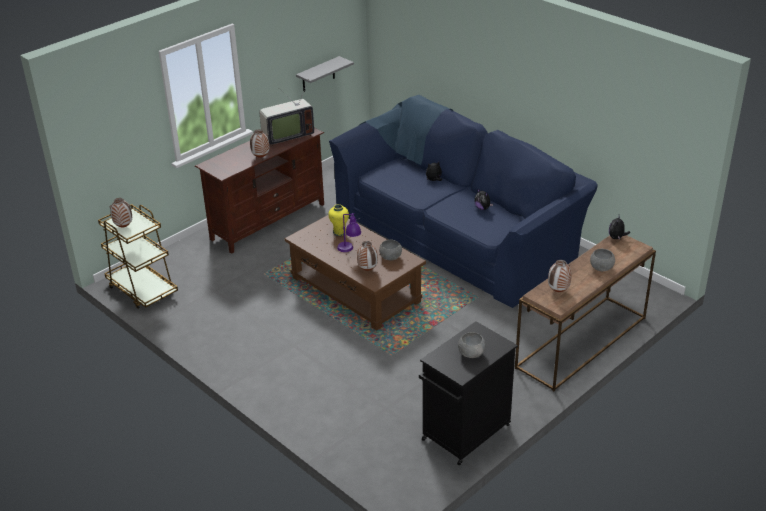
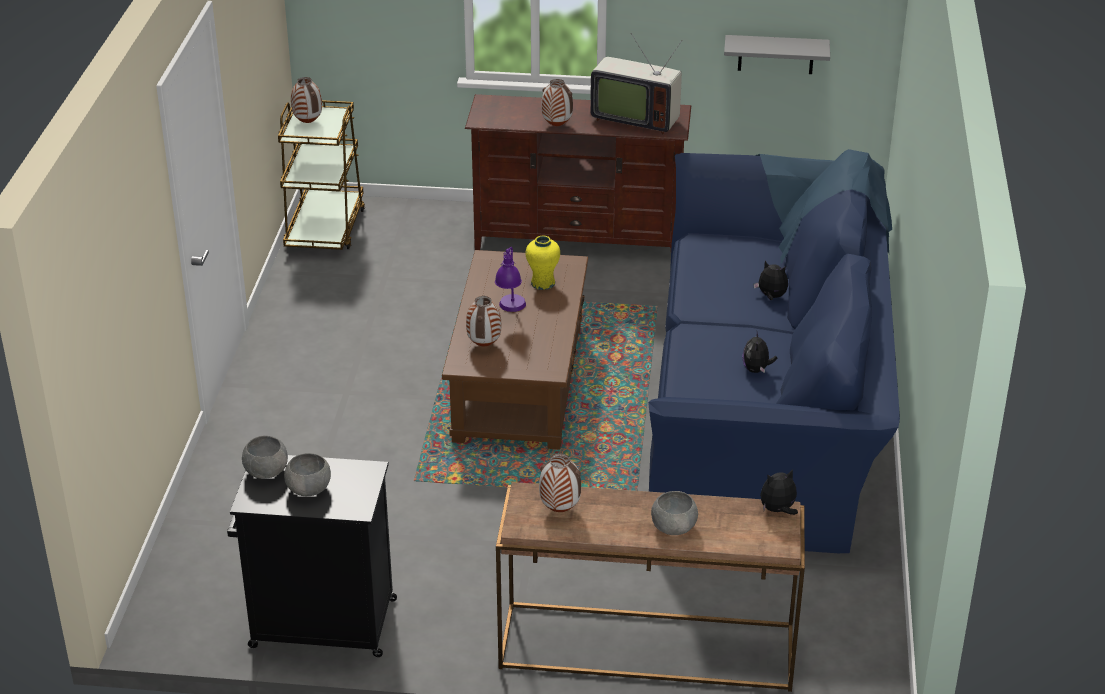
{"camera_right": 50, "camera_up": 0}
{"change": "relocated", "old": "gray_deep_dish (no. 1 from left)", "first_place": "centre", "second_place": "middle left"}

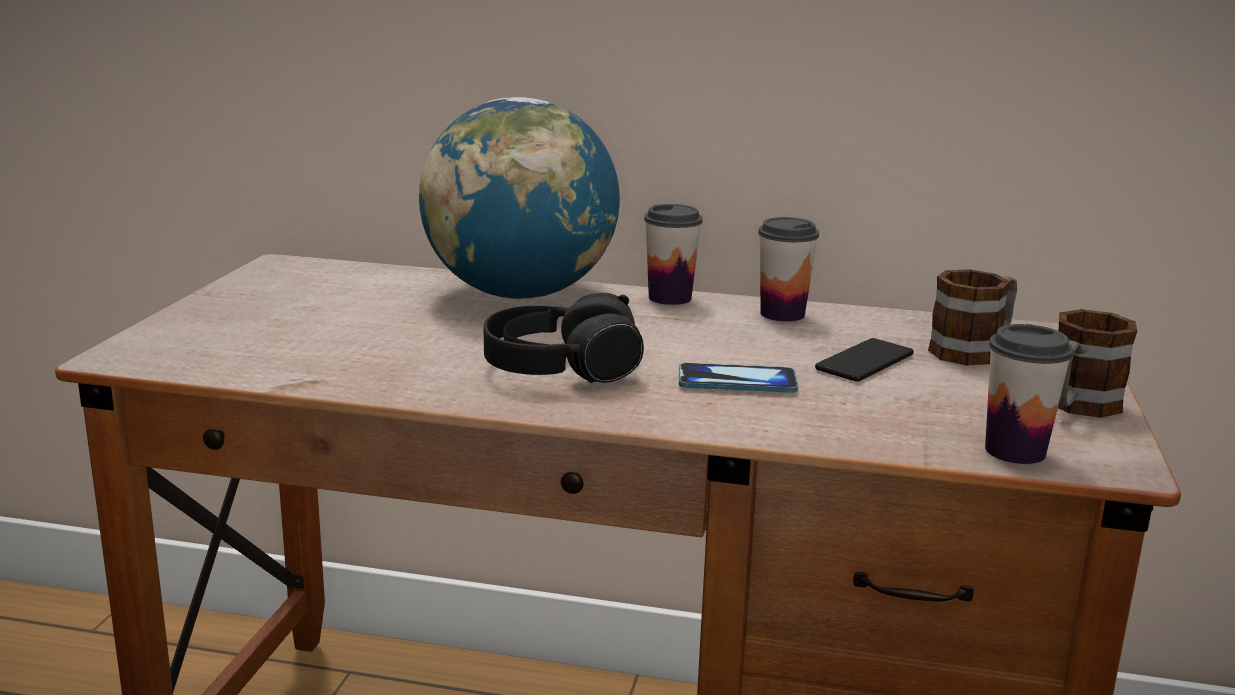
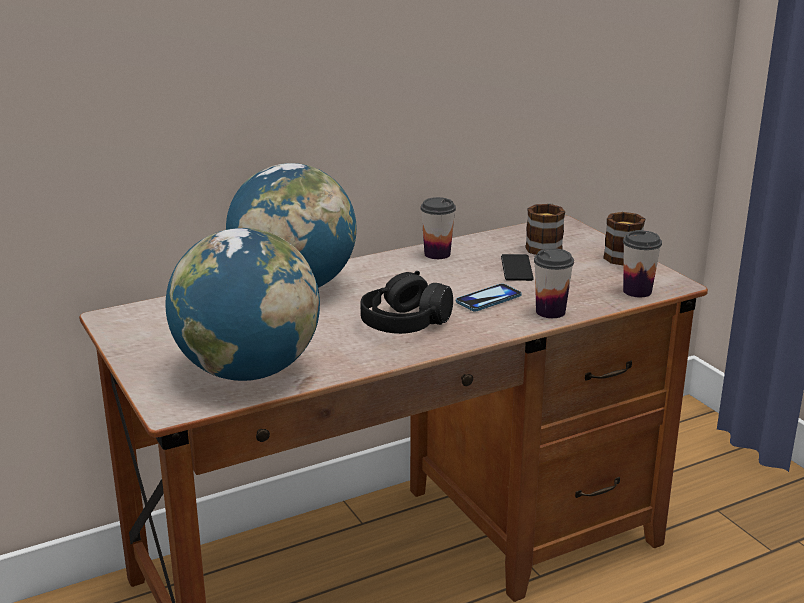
{"camera_right": -40, "camera_up": 5}
{"change": "relocated", "old": "small_cup (no. 1 from left in the first image)", "new": "small_cup (no. 2 from left)", "first_place": "centre", "second_place": "middle right"}
{"change": "appeared", "new": "globe (no. 1 from left)", "second_place": "middle left"}

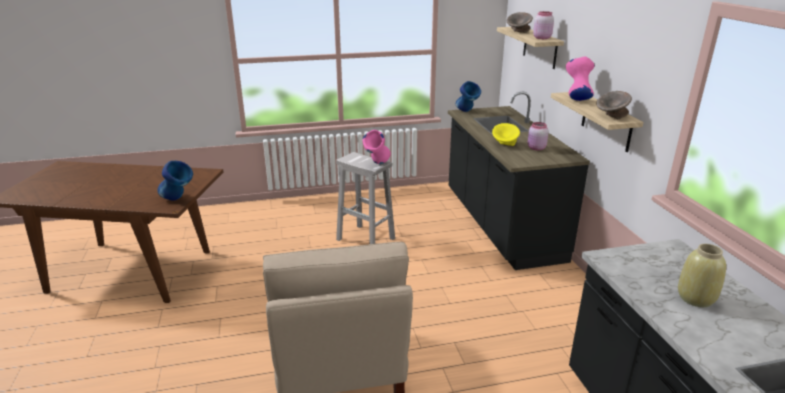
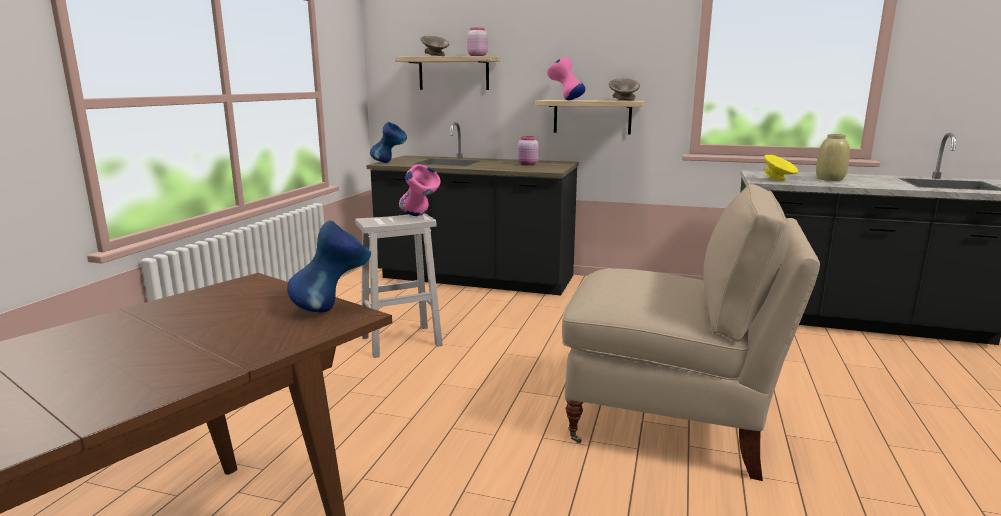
{"camera_right": -60, "camera_up": -10}
{"change": "relocated", "old": "yellowish_deep_dish", "first_place": "centre", "second_place": "top right"}

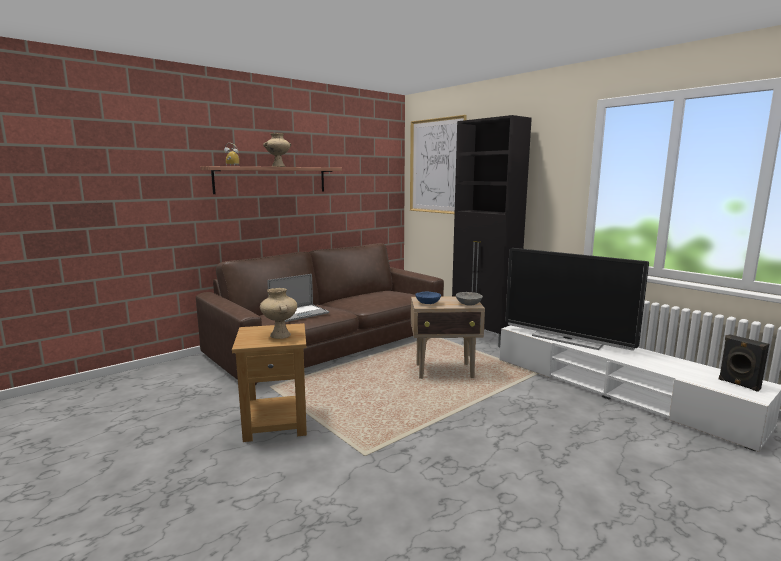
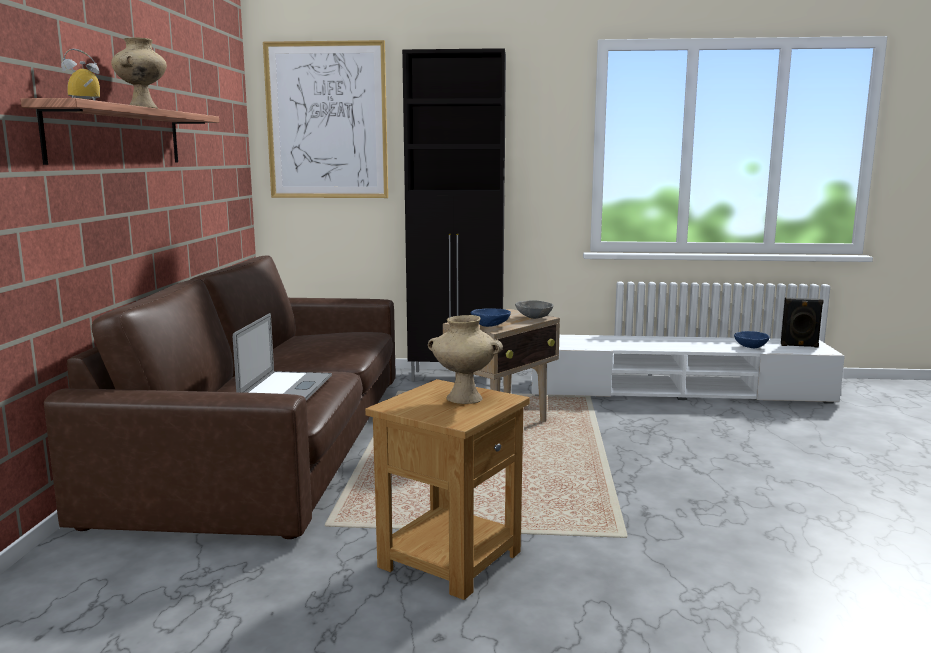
{"camera_right": -45, "camera_up": 0}
{"change": "missing", "old": "TV_set", "first_place": "middle right"}
{"change": "appeared", "new": "blue_deep_dish (no. 2 from left)", "second_place": "middle right"}

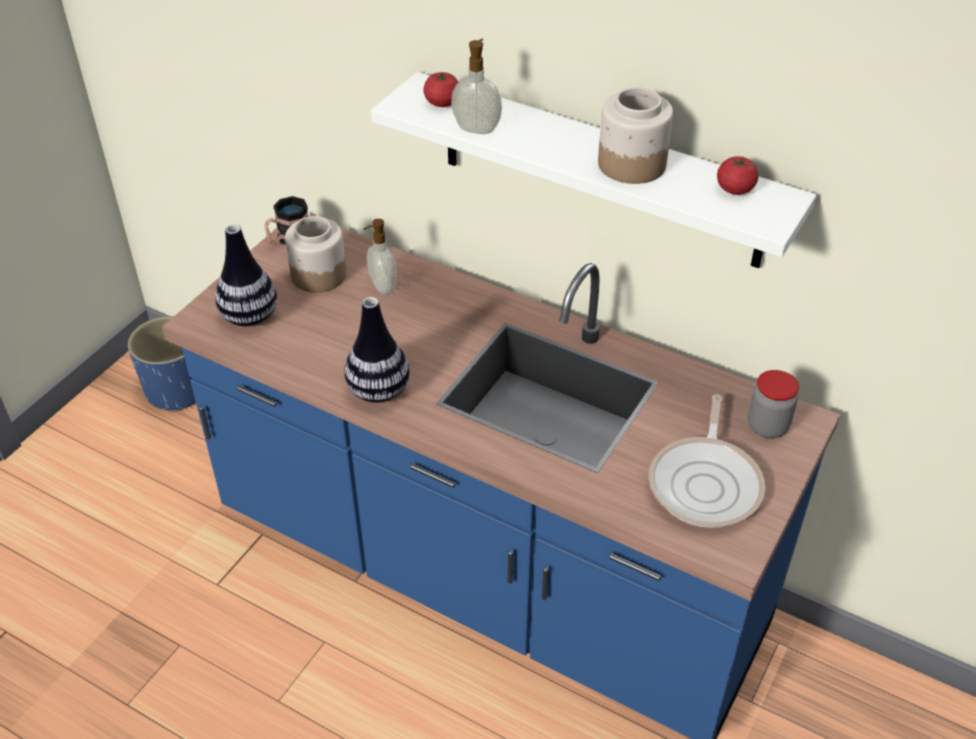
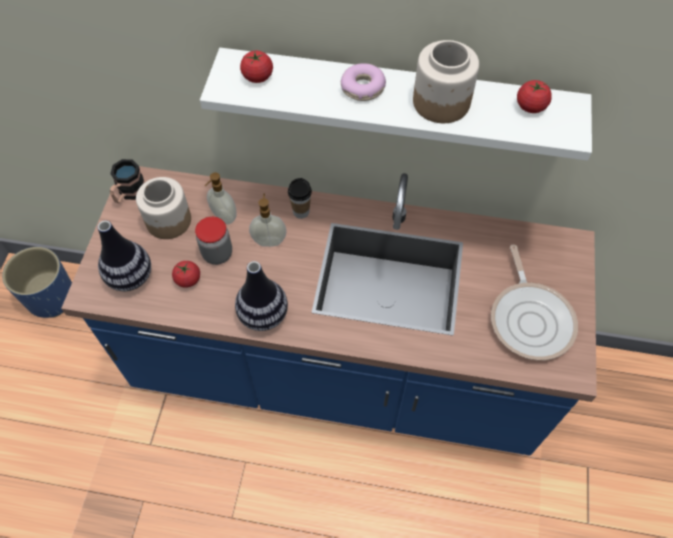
{"camera_right": -20, "camera_up": 15}
{"change": "relocated", "old": "liquid_soap_bottle (no. 2 from left)", "first_place": "top centre", "second_place": "centre"}
{"change": "relocated", "old": "preserve_jar (no. 3 from left in the first image)", "new": "preserve_jar (no. 2 from left)", "first_place": "middle right", "second_place": "middle left"}
{"change": "appeared", "new": "fresh_tomato (no. 1 from left)", "second_place": "middle left"}
{"change": "appeared", "new": "small_cup", "second_place": "centre"}
{"change": "appeared", "new": "ring_doughnut", "second_place": "top centre"}

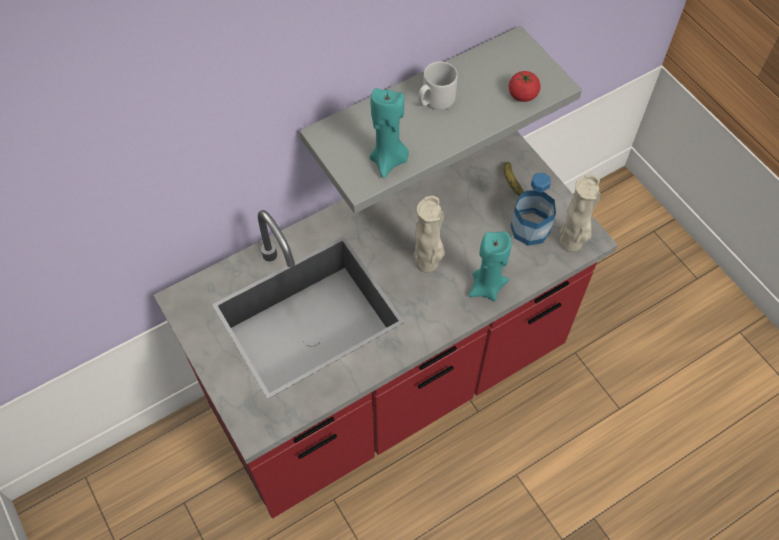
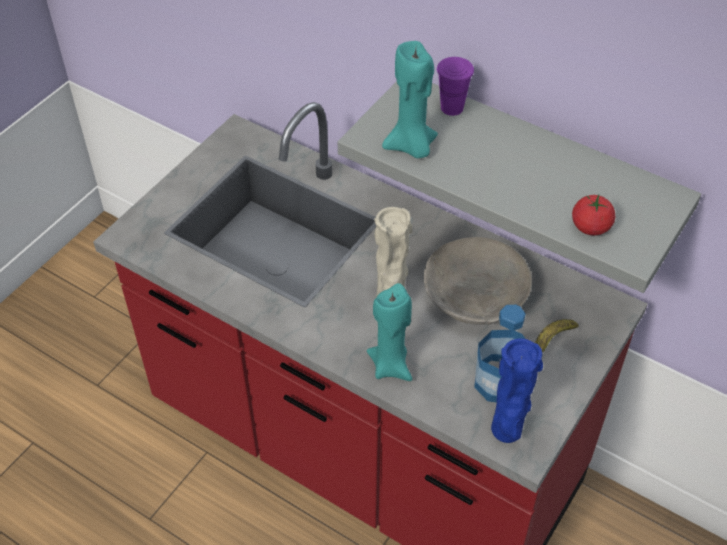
{"camera_right": 65, "camera_up": -10}
{"change": "missing", "old": "gray_tea_mug", "first_place": "top centre"}
{"change": "colour", "old": "beige-coloured_vase (no. 2 from left)", "new": "blue_vase", "first_place": "middle right", "second_place": "bottom right"}
{"change": "appeared", "new": "gray_deep_dish", "second_place": "centre"}
{"change": "appeared", "new": "purple_small_cup", "second_place": "top centre"}

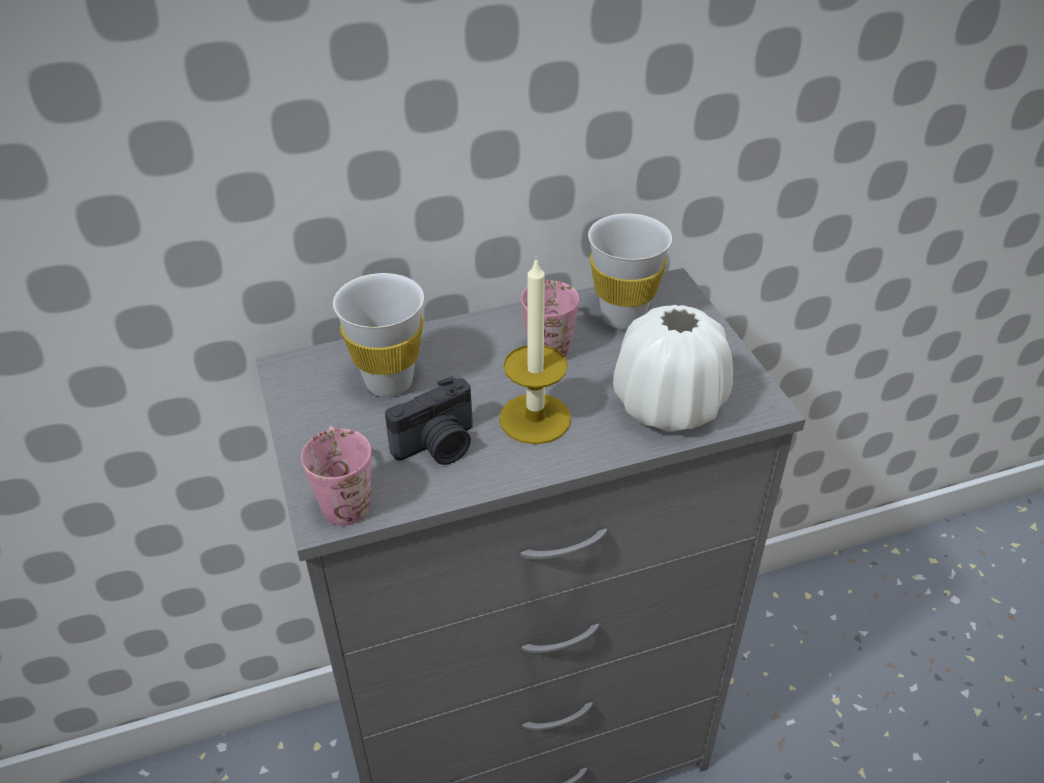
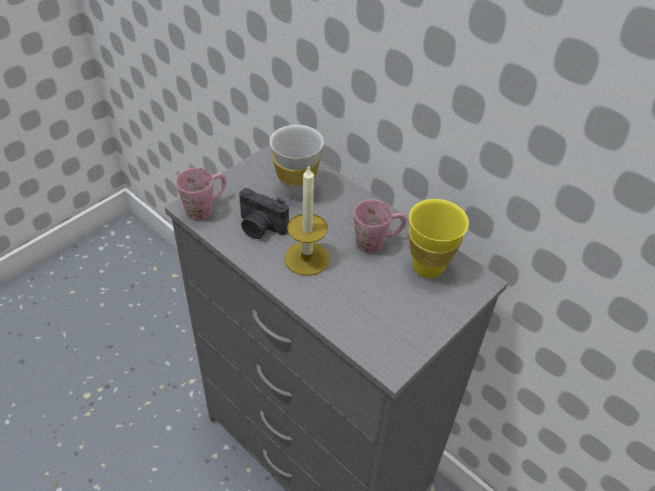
{"camera_right": 60, "camera_up": 5}
{"change": "colour", "old": "white-coloured_small_cup (no. 2 from left)", "new": "yellowish_small_cup", "first_place": "centre", "second_place": "middle right"}
{"change": "missing", "old": "white-coloured_vase", "first_place": "centre"}

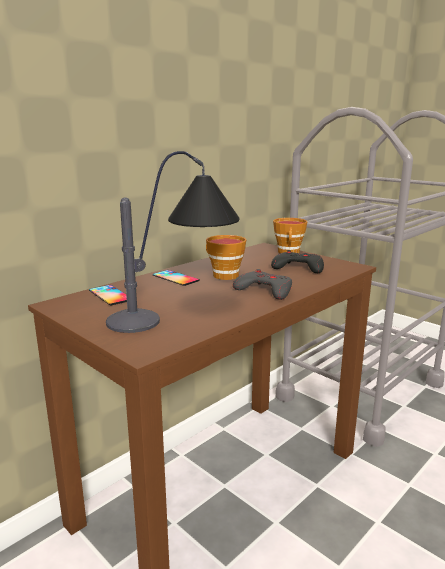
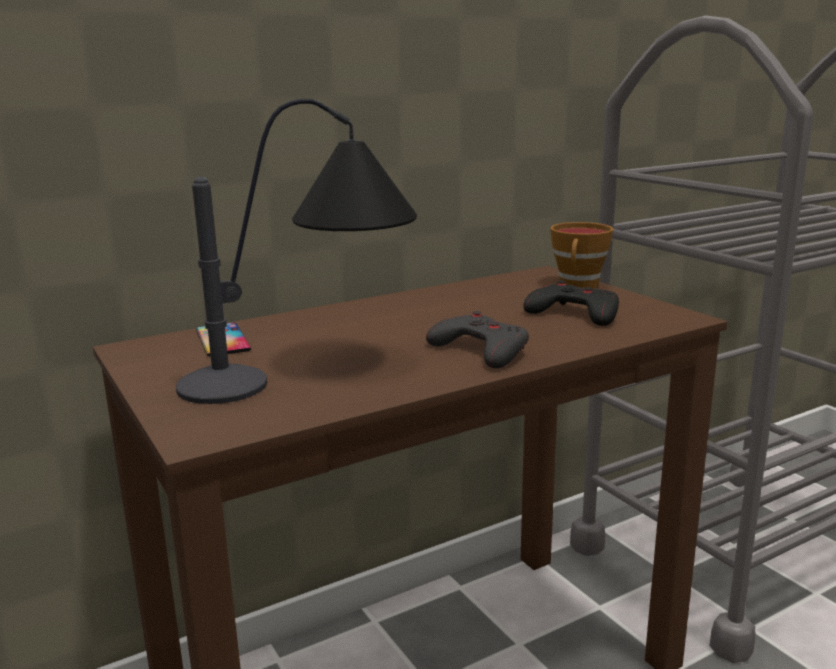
{"camera_right": 15, "camera_up": 0}
{"change": "missing", "old": "handset (no. 2 from left)", "first_place": "centre"}
{"change": "missing", "old": "small_cup (no. 1 from left)", "first_place": "centre"}

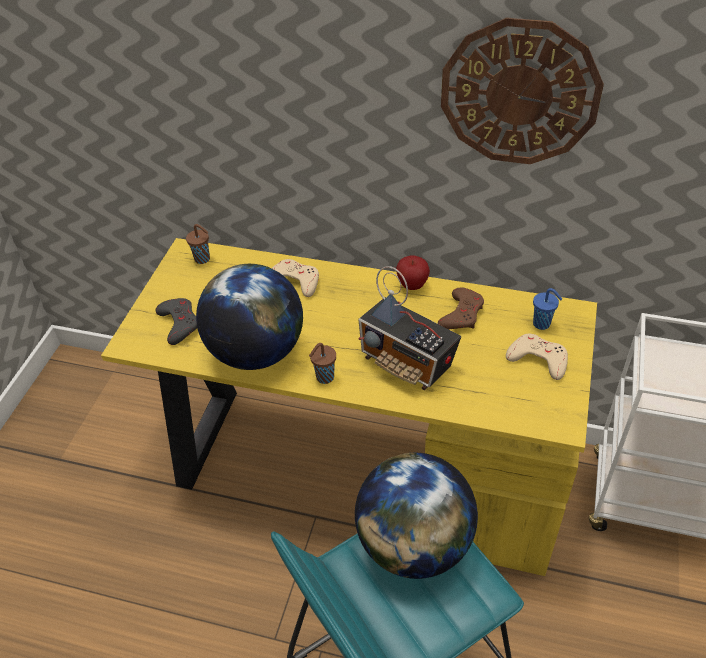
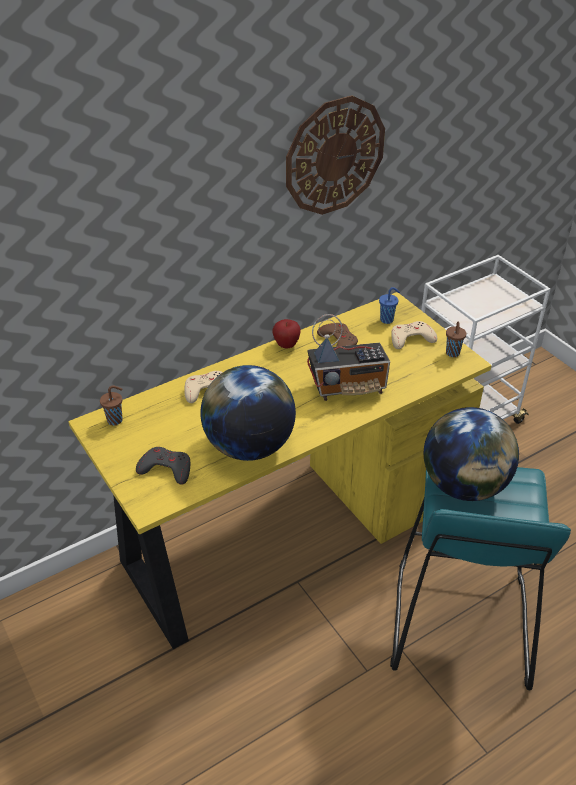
{"camera_right": -50, "camera_up": -5}
{"change": "relocated", "old": "brown_small_cup (no. 2 from left)", "first_place": "centre", "second_place": "middle right"}

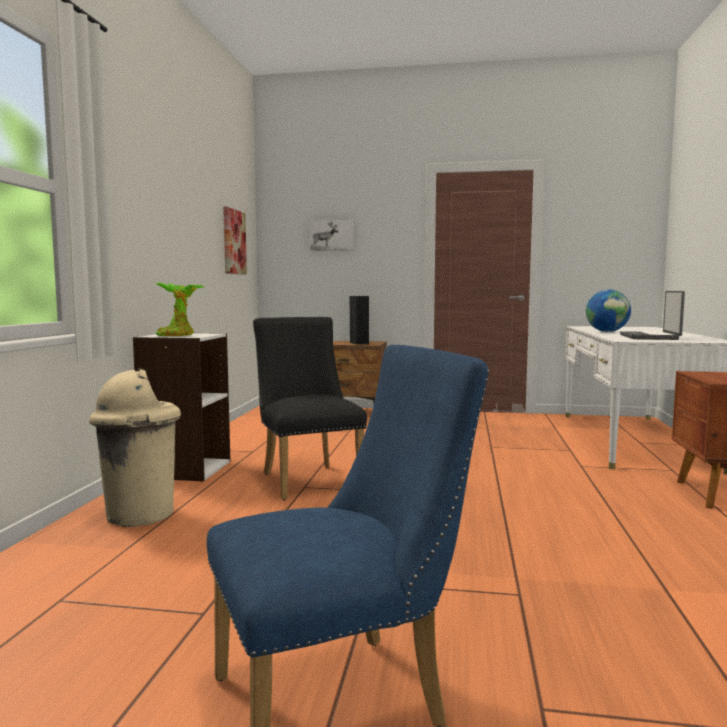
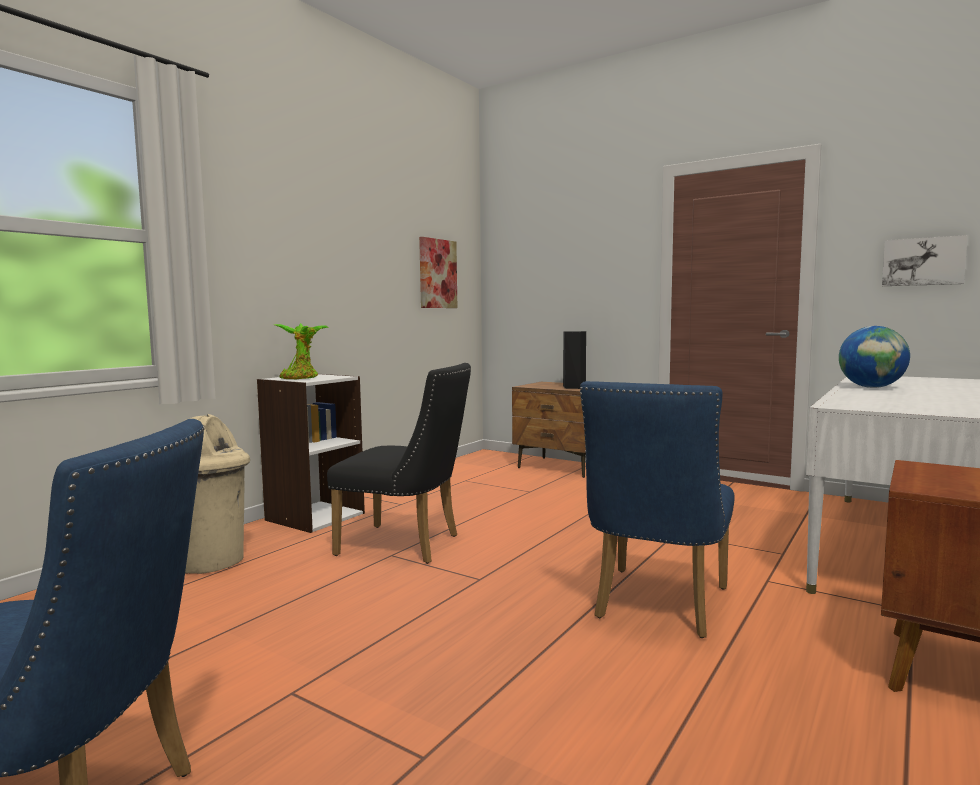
{"camera_right": 25, "camera_up": 0}
{"change": "spun", "old": "black_chair", "first_place": "centre", "second_place": "centre", "degrees": 105}
{"change": "relocated", "old": "wall_art (no. 2 from left)", "first_place": "top centre", "second_place": "top right"}
{"change": "missing", "old": "laptop", "first_place": "middle right"}
{"change": "appeared", "new": "blue_chair (no. 2 from left)", "second_place": "middle right"}

